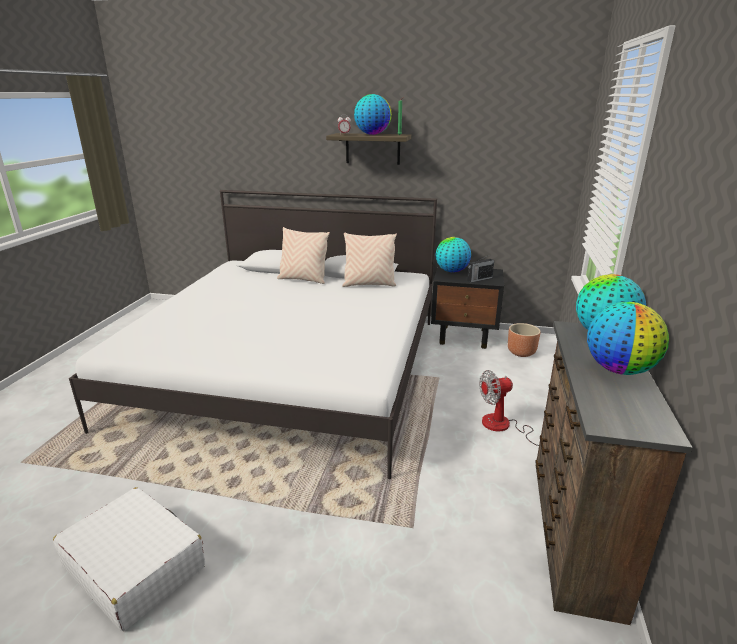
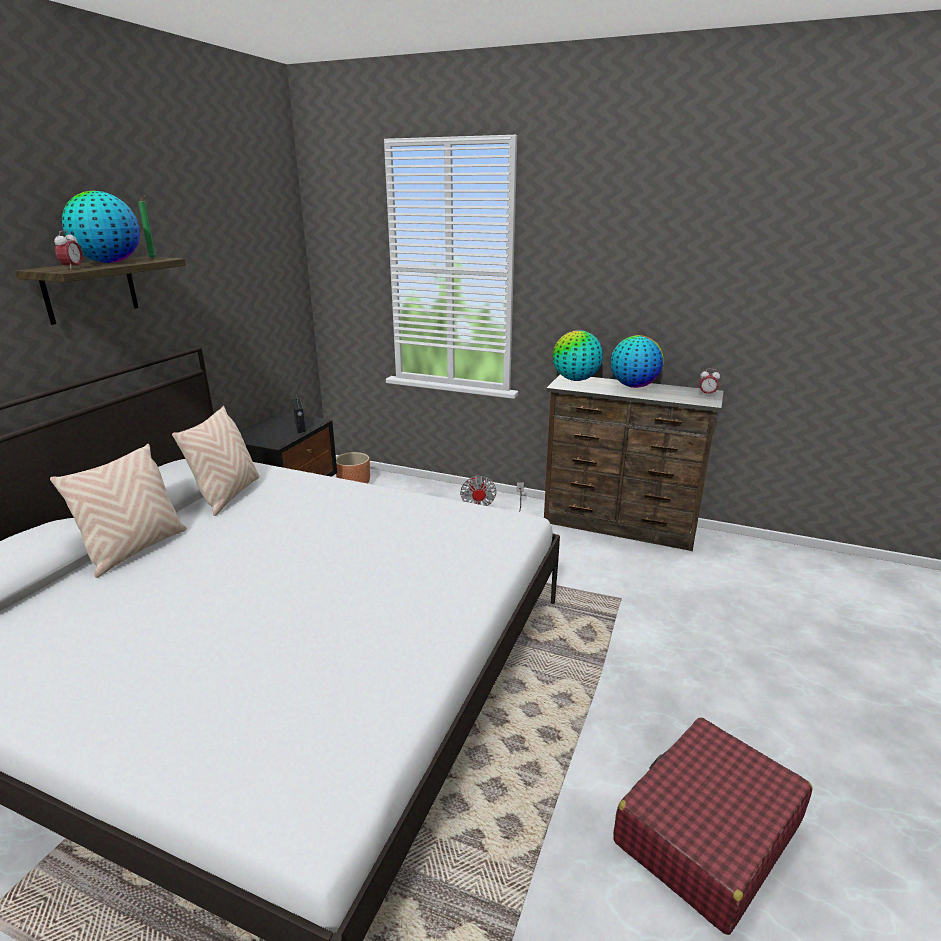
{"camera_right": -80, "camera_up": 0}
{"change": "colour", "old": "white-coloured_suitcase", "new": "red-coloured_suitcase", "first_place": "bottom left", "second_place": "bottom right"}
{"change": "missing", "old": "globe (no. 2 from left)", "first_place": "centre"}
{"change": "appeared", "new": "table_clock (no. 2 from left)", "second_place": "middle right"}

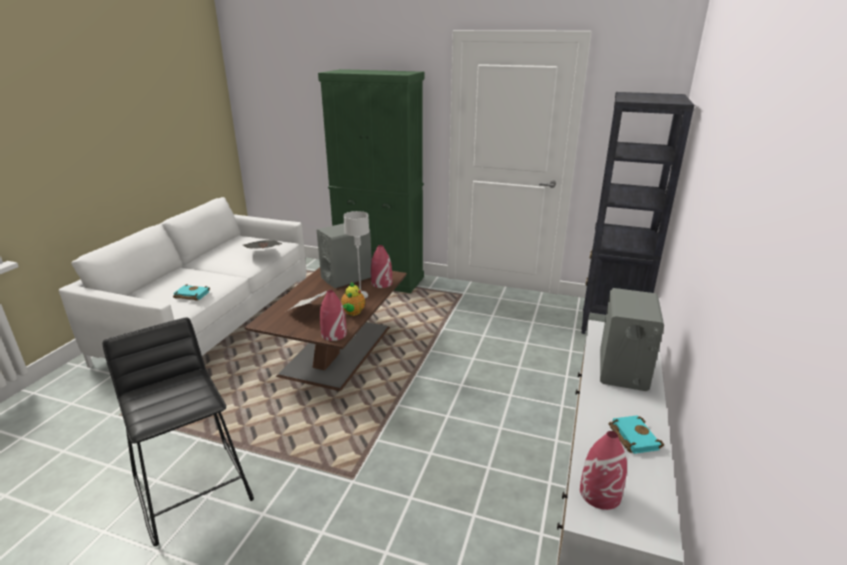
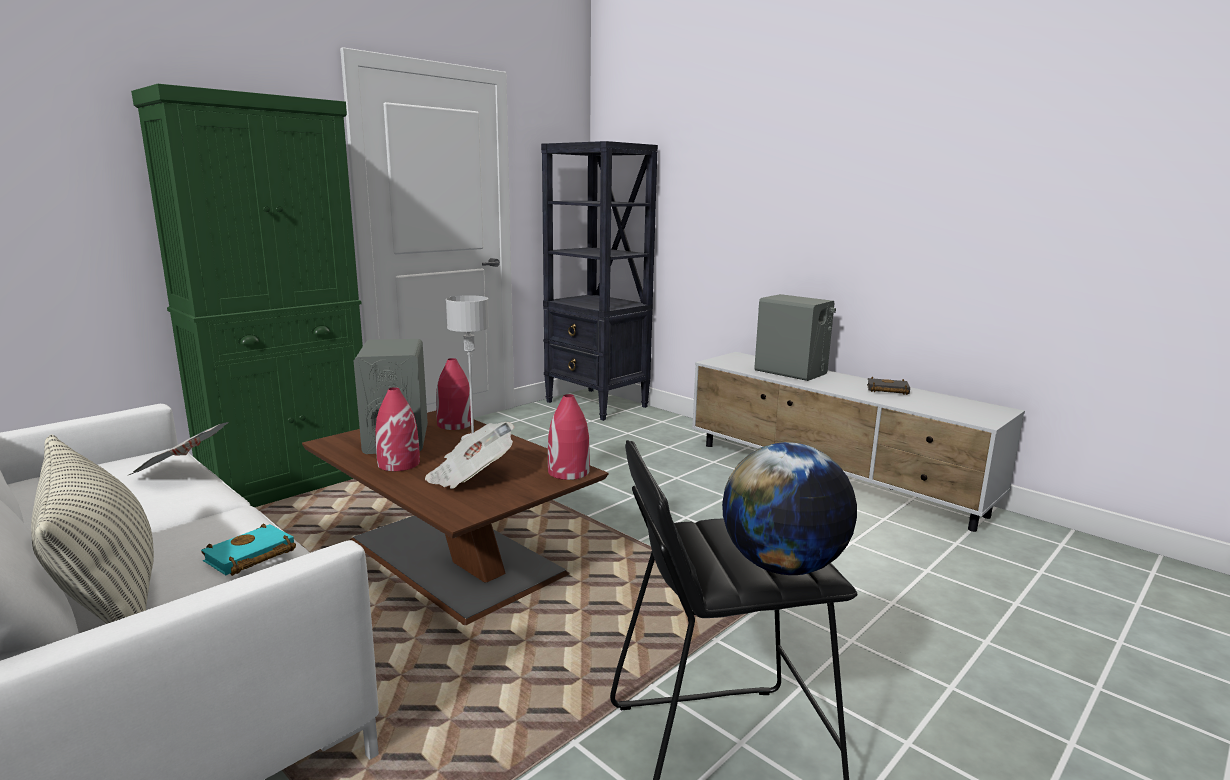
{"camera_right": -65, "camera_up": -10}
{"change": "missing", "old": "teapot", "first_place": "centre"}
{"change": "relocated", "old": "red-coloured_vase (no. 3 from left in the first image)", "new": "red-coloured_vase (no. 1 from left)", "first_place": "bottom right", "second_place": "middle left"}
{"change": "colour", "old": "blue-green_bound_book (no. 2 from left)", "new": "black_bound_book", "first_place": "bottom right", "second_place": "middle right"}
{"change": "appeared", "new": "pillow", "second_place": "bottom left"}
{"change": "appeared", "new": "globe", "second_place": "centre"}

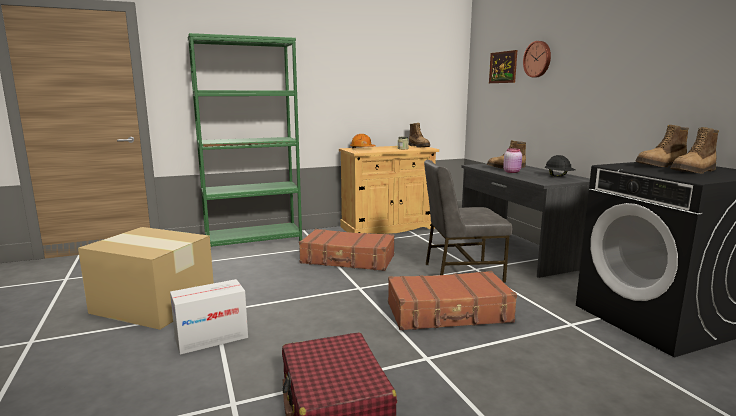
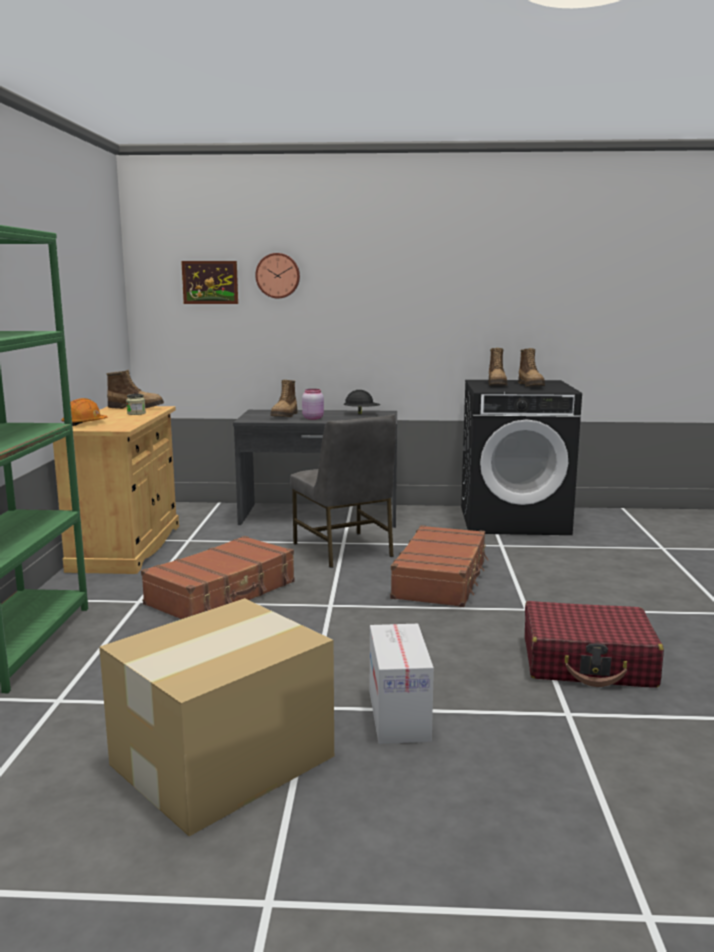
{"camera_right": -65, "camera_up": 0}
{"change": "spun", "old": "gray_chair", "first_place": "centre", "second_place": "centre", "degrees": -45}

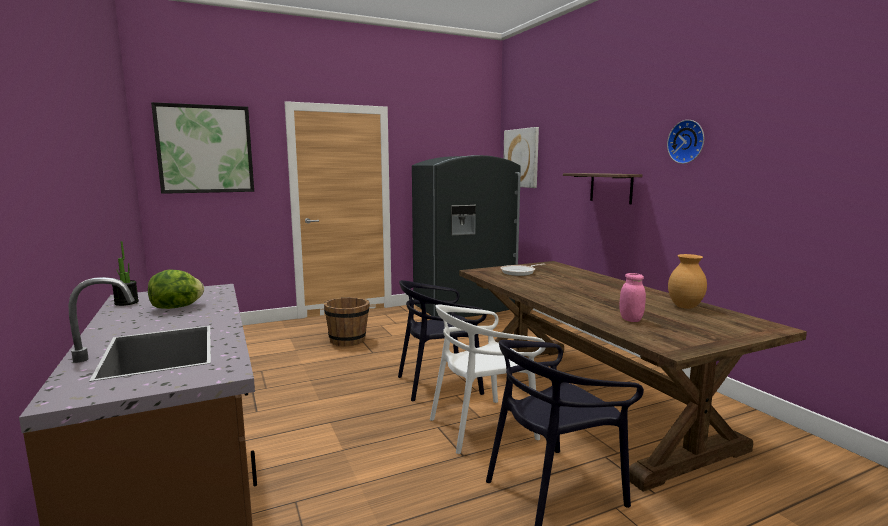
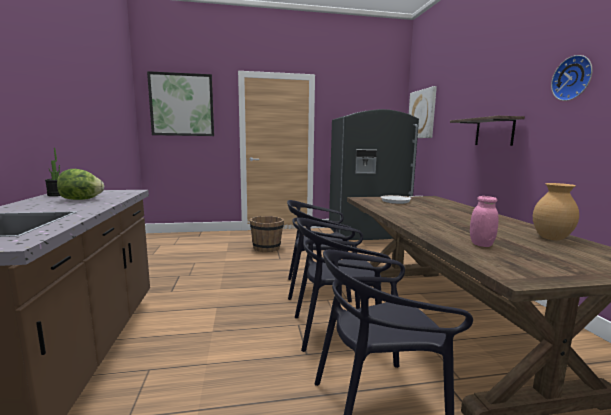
{"camera_right": 15, "camera_up": 0}
{"change": "colour", "old": "white-coloured_chair", "new": "black_chair (no. 2 from left)", "first_place": "bottom centre", "second_place": "bottom centre"}

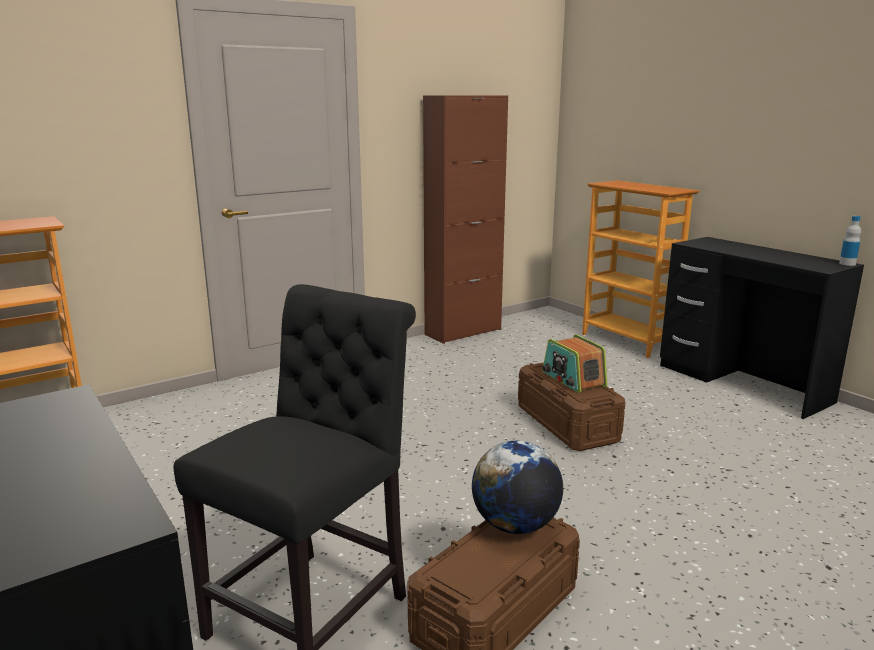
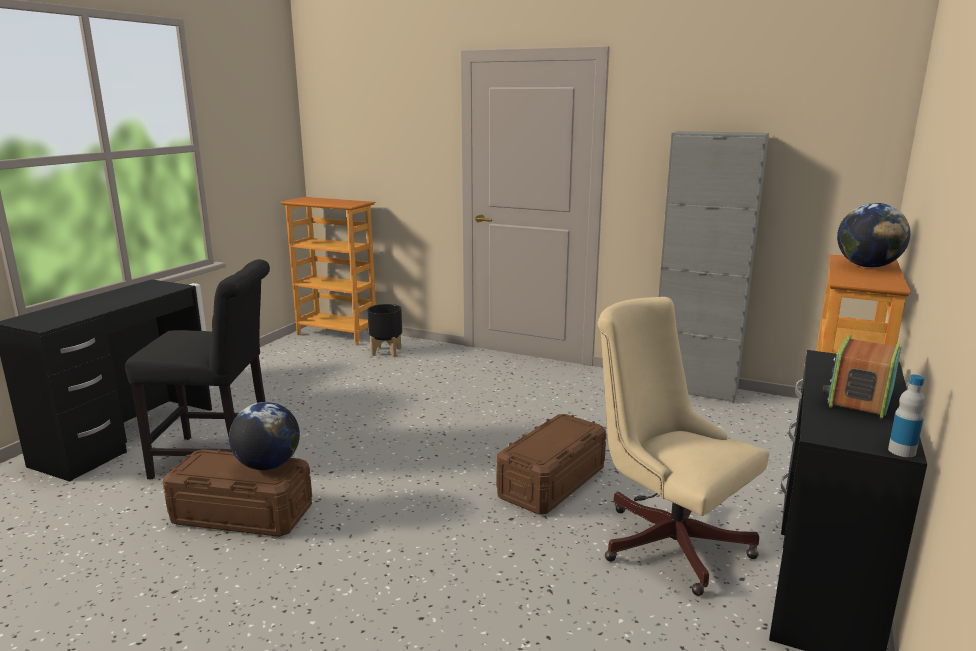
{"camera_right": 60, "camera_up": 0}
{"change": "colour", "old": "brown_storage_cabinet", "new": "gray_storage_cabinet", "first_place": "centre", "second_place": "middle right"}
{"change": "relocated", "old": "radio_set", "first_place": "centre", "second_place": "middle right"}
{"change": "appeared", "new": "black_plant_pot", "second_place": "centre"}
{"change": "appeared", "new": "beige-coloured_desk_chair", "second_place": "bottom right"}
{"change": "appeared", "new": "globe (no. 2 from left)", "second_place": "middle right"}

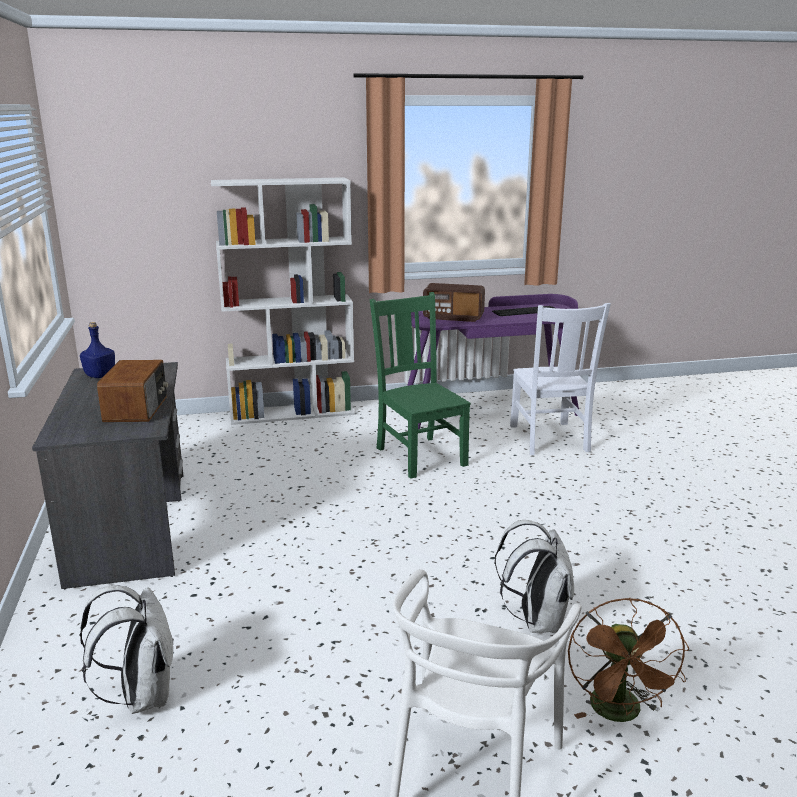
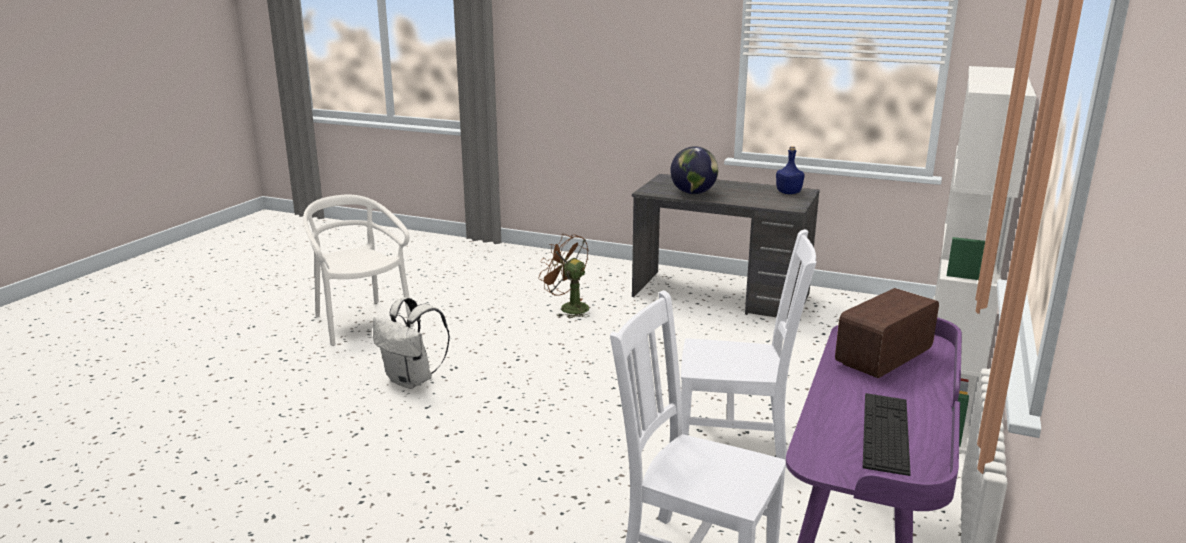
{"camera_right": 125, "camera_up": 0}
{"change": "missing", "old": "white-coloured_knapsack (no. 1 from left)", "first_place": "bottom left"}
{"change": "exchanged", "old": "radio_set (no. 1 from left)", "new": "globe", "first_place": "middle left", "second_place": "top centre"}
{"change": "colour", "old": "greenish_chair", "new": "white-coloured_chair (no. 3 from left)", "first_place": "centre", "second_place": "centre"}
{"change": "relocated", "old": "brown_cooling_fan", "first_place": "bottom right", "second_place": "centre"}

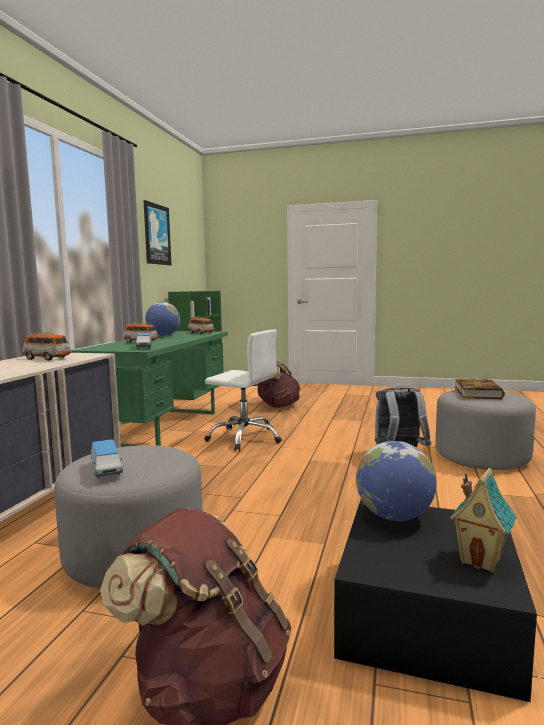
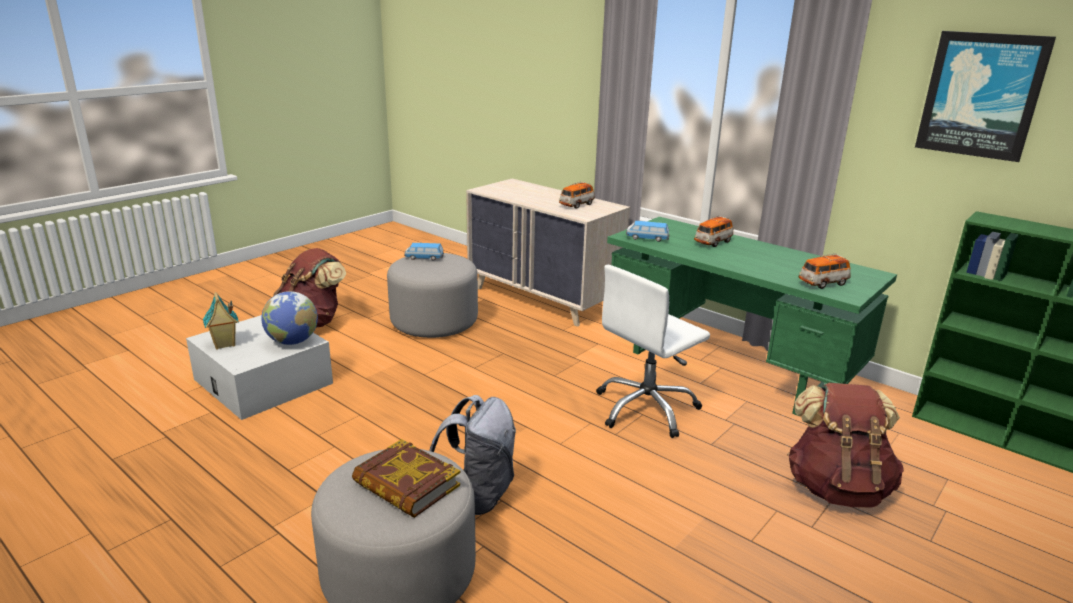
{"camera_right": 115, "camera_up": 15}
{"change": "missing", "old": "globe (no. 1 from left)", "first_place": "middle left"}
{"change": "colour", "old": "black_storage_box", "new": "white-coloured_storage_box", "first_place": "bottom right", "second_place": "middle left"}

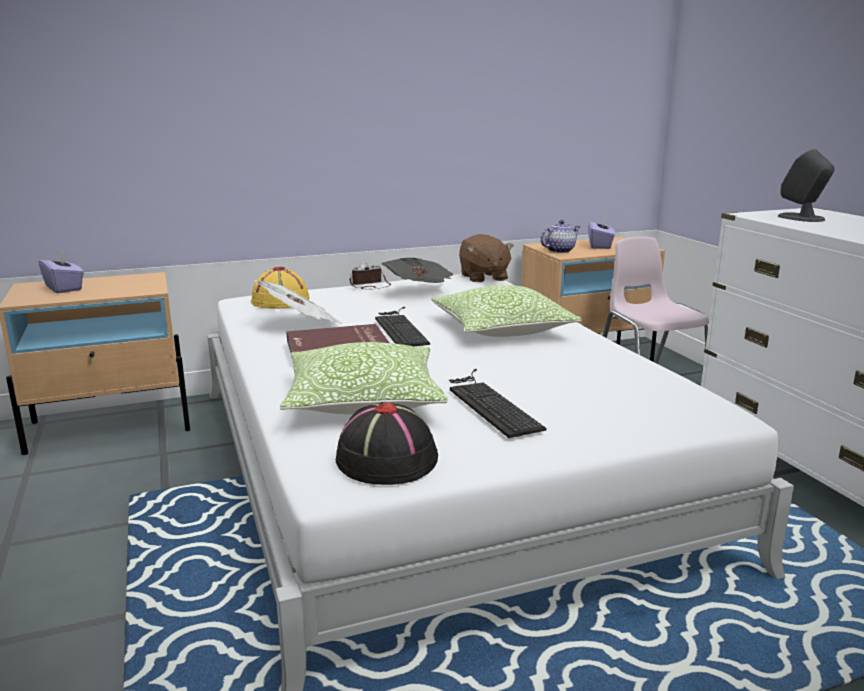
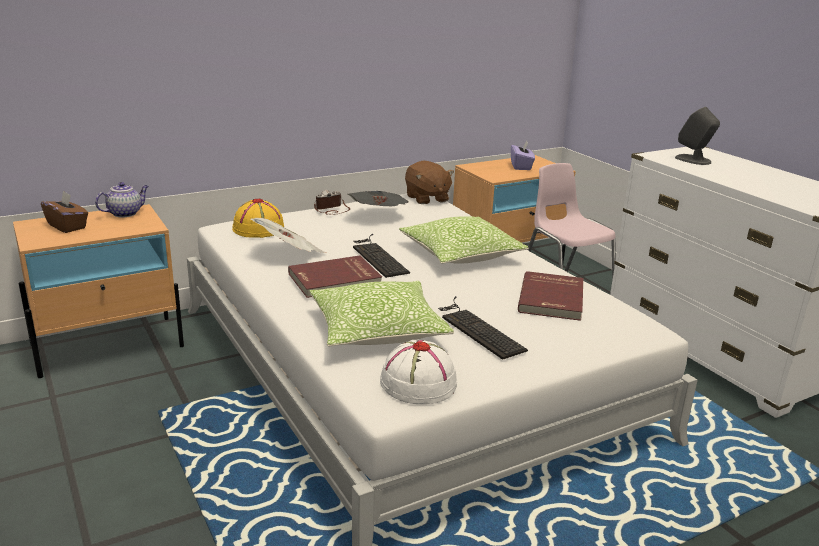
{"camera_right": -10, "camera_up": 5}
{"change": "colour", "old": "purple_box_of_tissues (no. 1 from left)", "new": "brown_box_of_tissues", "first_place": "middle left", "second_place": "middle left"}
{"change": "colour", "old": "black_hat", "new": "white-coloured_hat", "first_place": "centre", "second_place": "bottom centre"}
{"change": "relocated", "old": "teapot", "first_place": "centre", "second_place": "middle left"}
{"change": "appeared", "new": "red-coloured_bound_book (no. 2 from left)", "second_place": "middle right"}

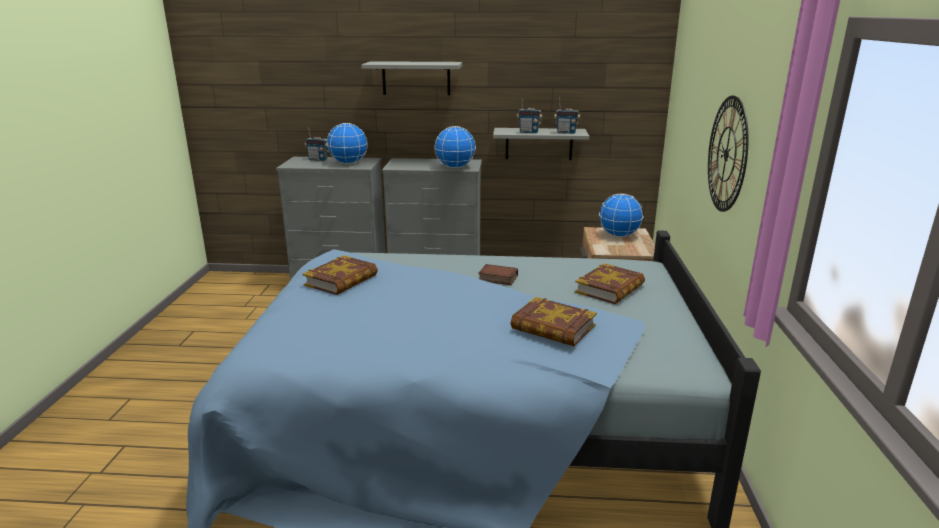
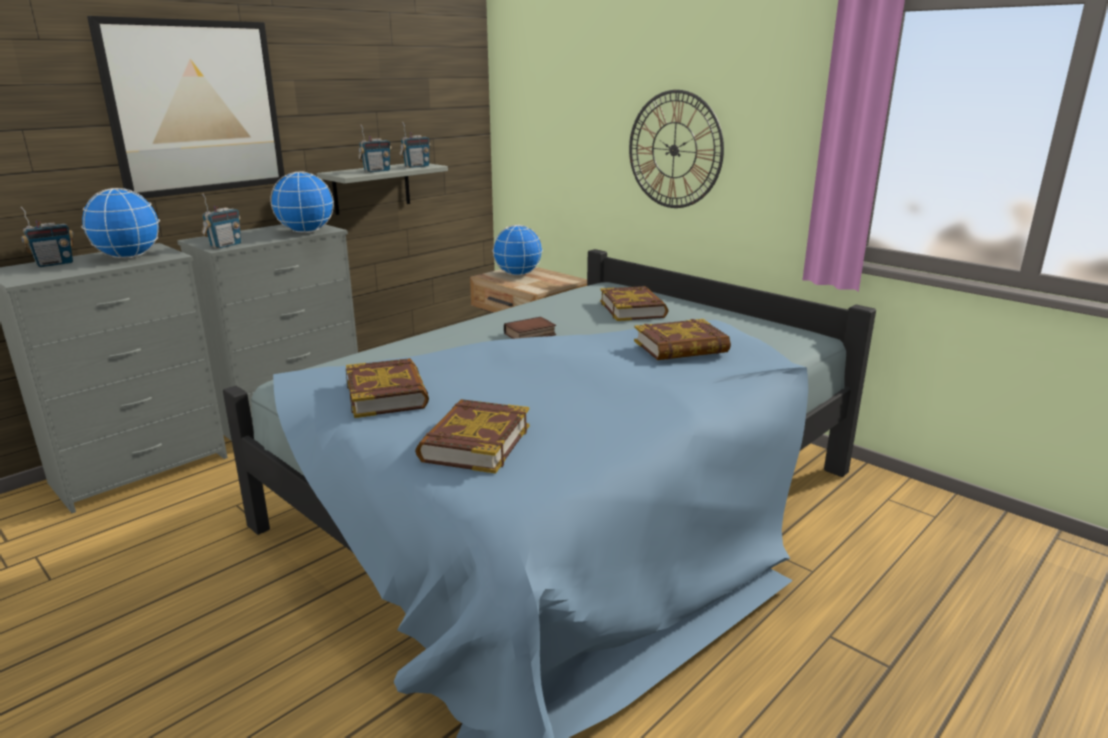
{"camera_right": -50, "camera_up": 0}
{"change": "exchanged", "old": "gray_bracket_shelf (no. 1 from left)", "new": "wall_art", "first_place": "top centre", "second_place": "top left"}
{"change": "appeared", "new": "radio_set (no. 2 from left)", "second_place": "top left"}
{"change": "appeared", "new": "bound_book (no. 2 from left)", "second_place": "centre"}

